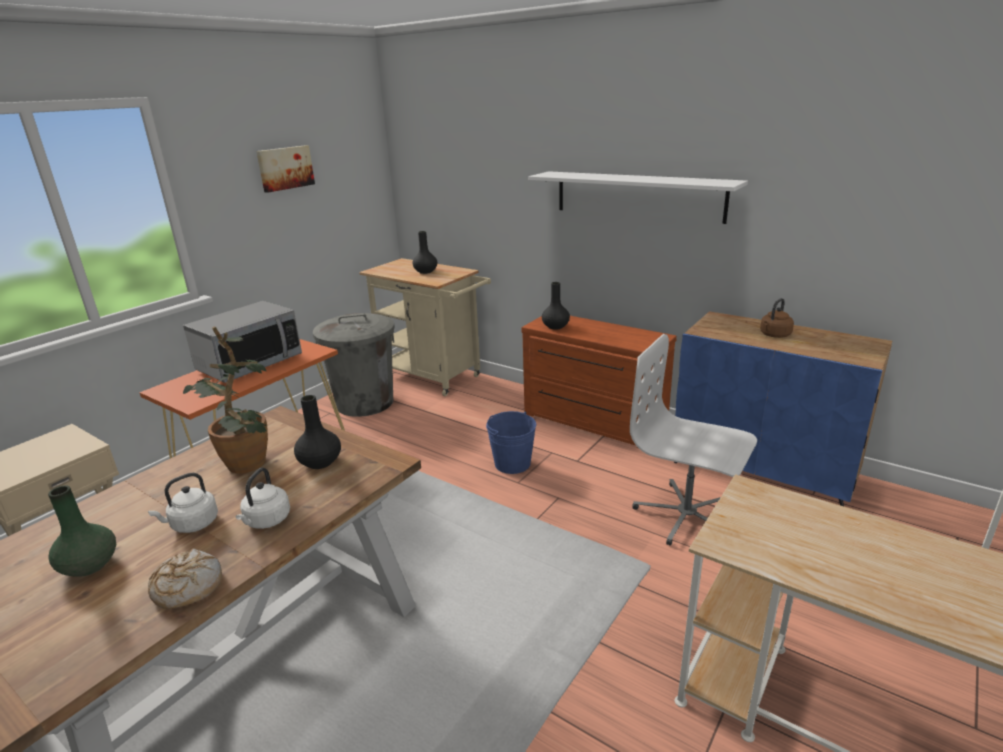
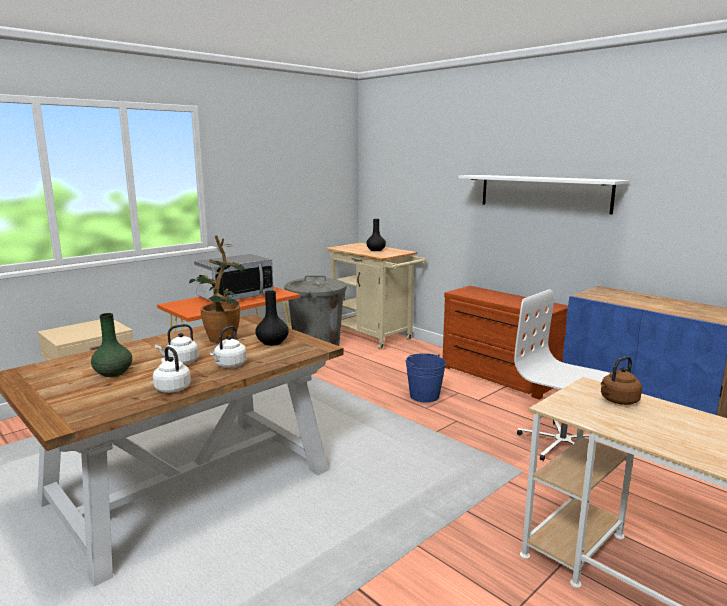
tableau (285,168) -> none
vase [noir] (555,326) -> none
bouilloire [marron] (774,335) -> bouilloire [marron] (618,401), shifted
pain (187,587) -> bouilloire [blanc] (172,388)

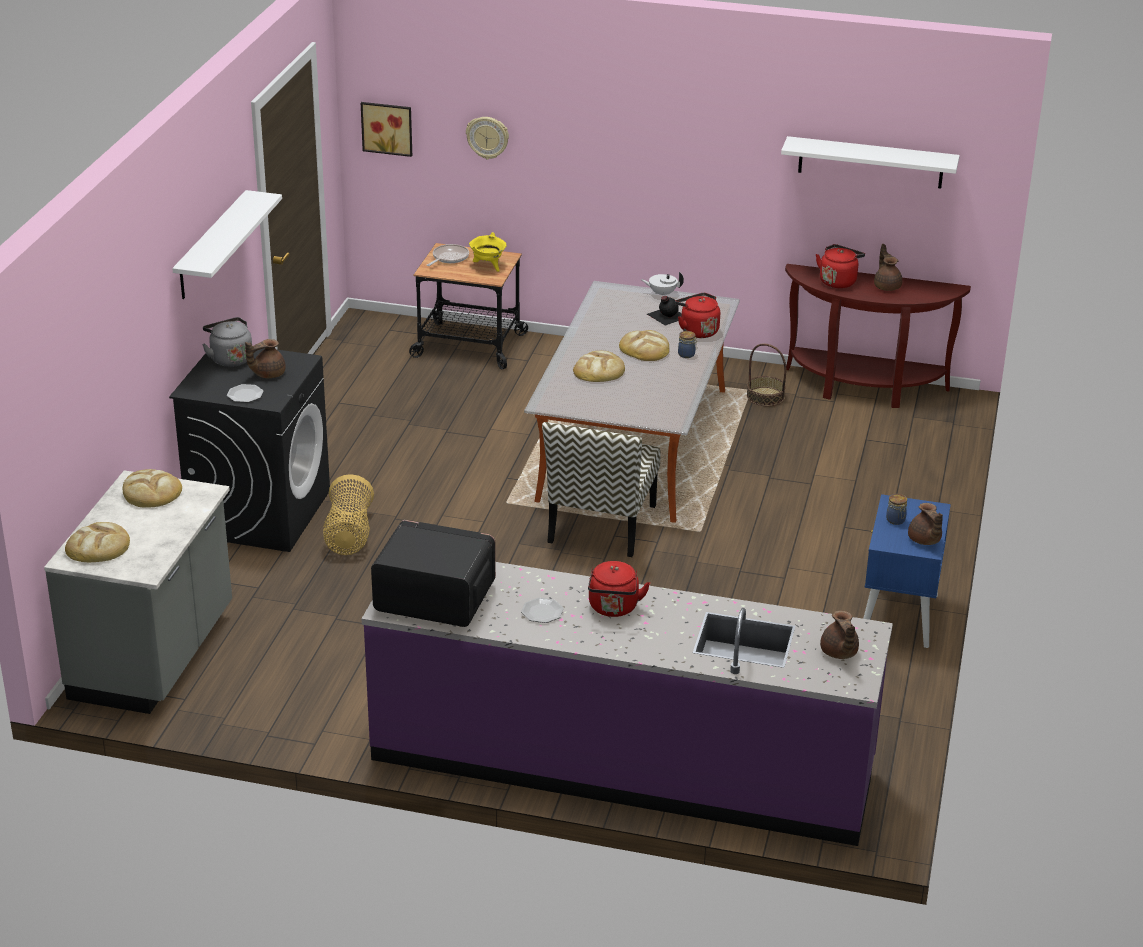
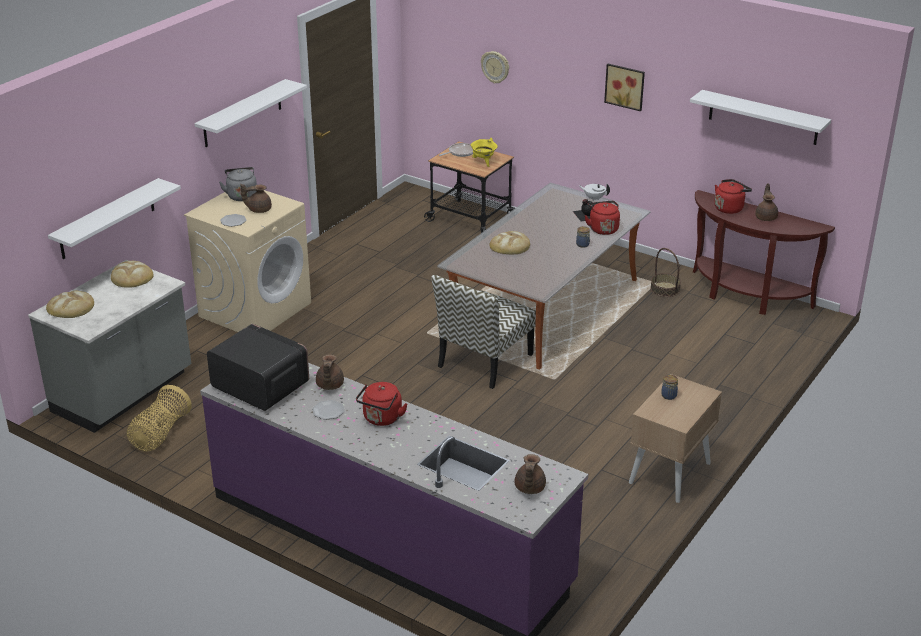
pain (645,349) -> none
none -> étagère [blanc] (107,219)
panier (348,535) -> panier (160,434), shifted
tableau (387,127) -> tableau (625,86), shifted
théière [marron] (924,540) -> théière [marron] (329,385), shifted
lave-linge [noir] (259,512) -> lave-linge [beige] (255,309)
table de chevet [bleu] (899,616) -> table de chevet [beige] (670,473)

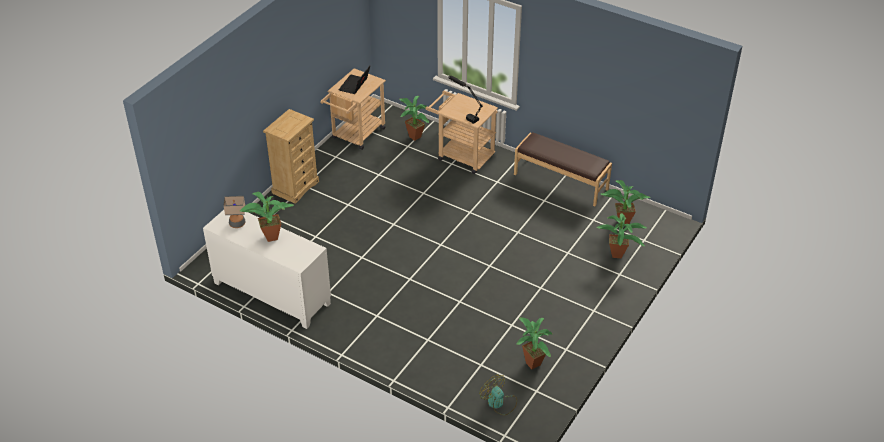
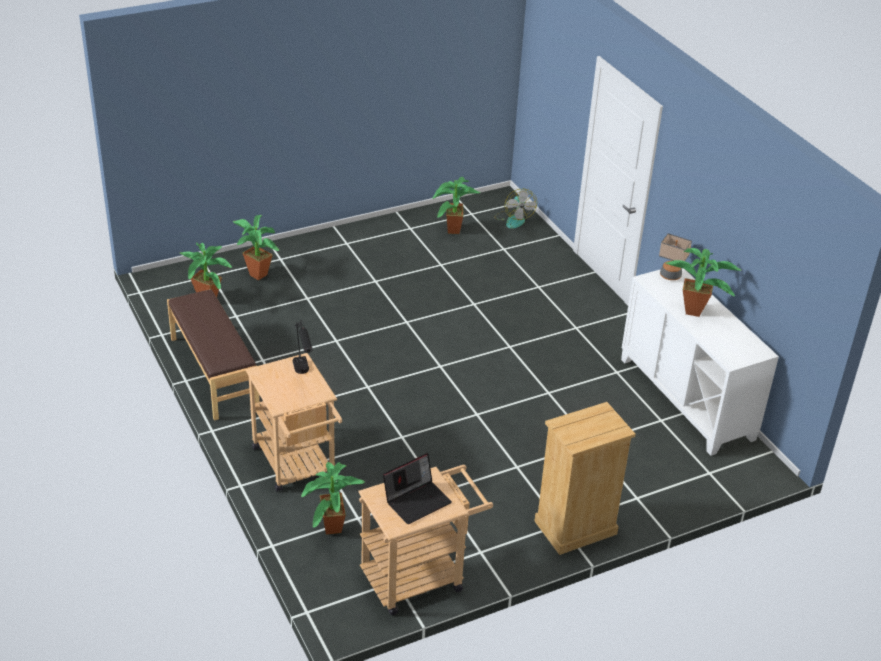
lampe de table (237,223) -> lampe de table (670,275), shifted

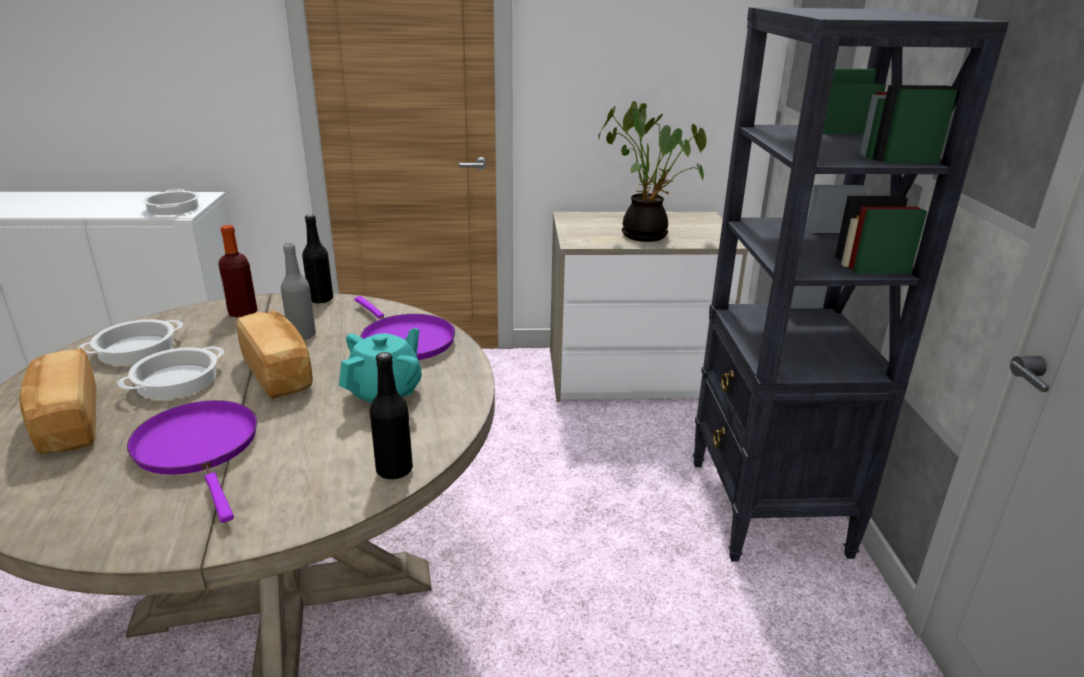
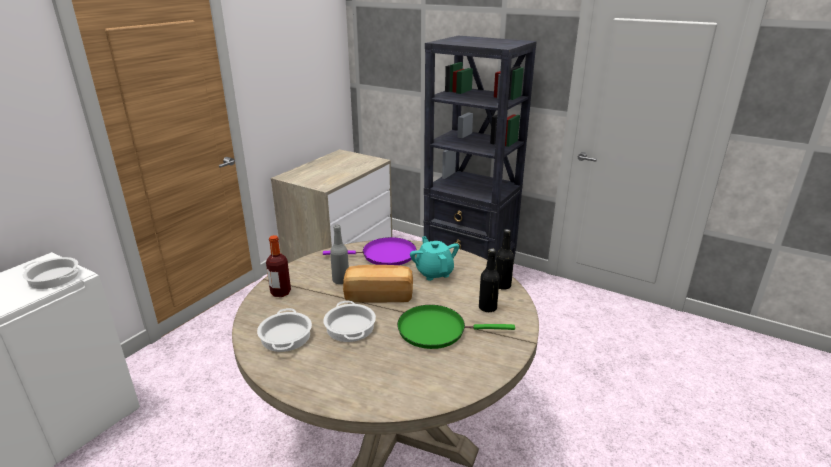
pain (66,423) -> none
plante en pot (646,234) -> none
bouteille [noir] (321,299) -> bouteille [noir] (487,308), shifted
poêle [violet] (199,448) -> poêle [vert] (436,330)

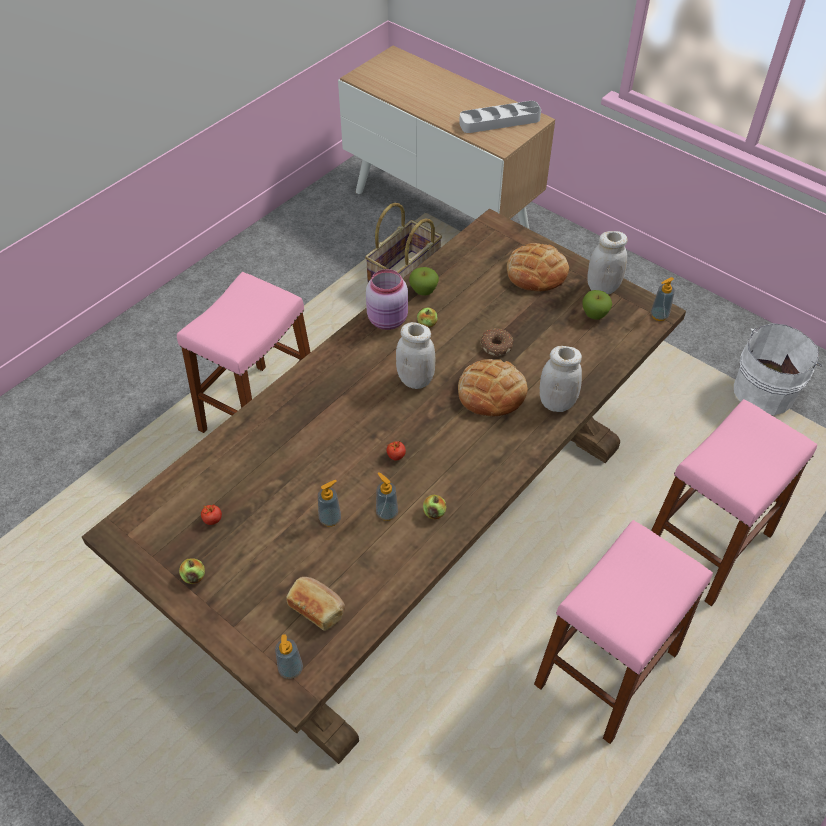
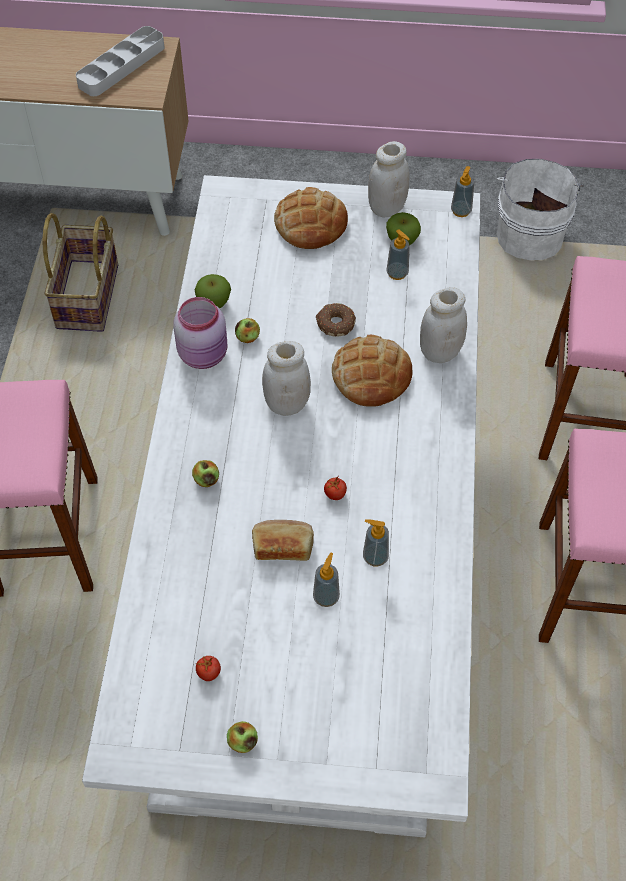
distributeur de savon (290,669) -> distributeur de savon (397,273), shifted
pain (317,608) -> pain (283,546), shifted
pomme (434,513) -> pomme (206,480), shifted
table à manger [marron] (412,528) -> table à manger [blanc] (311,563)

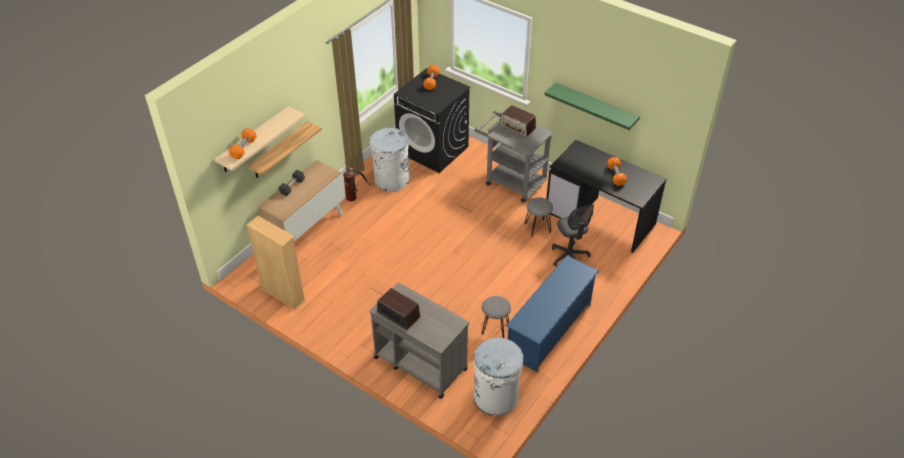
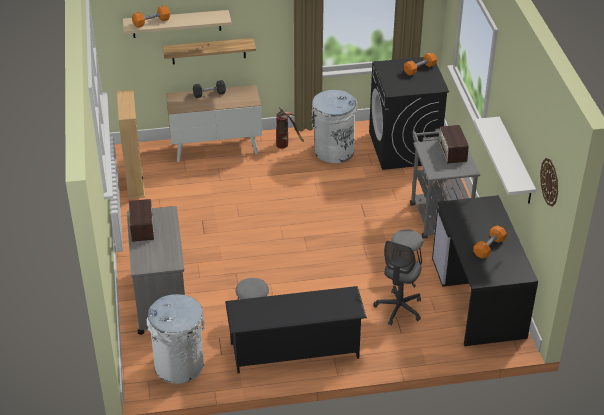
none -> horloge murale (550,182)
étagère à chaussures [bleu] (549,330) -> étagère à chaussures [noir] (295,350)
étagère [vert] (595,107) -> étagère [blanc] (515,161)

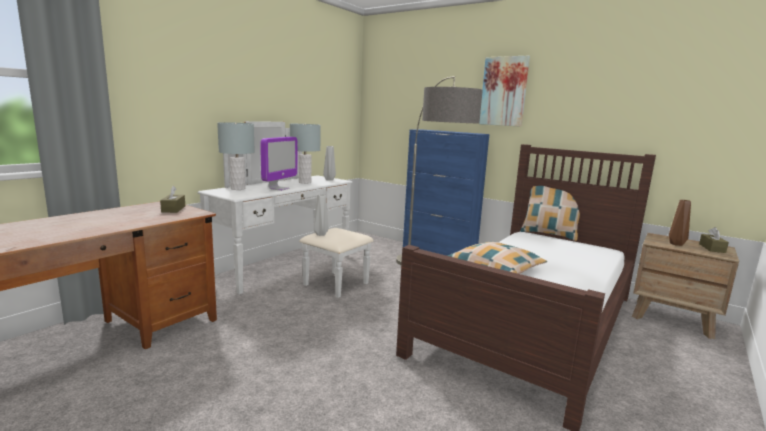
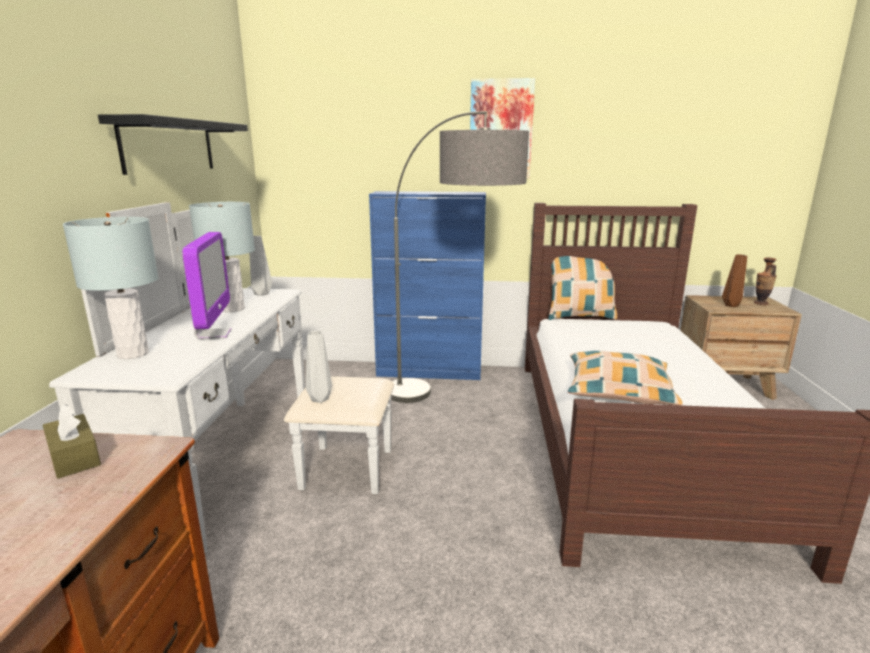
none -> étagère [noir] (169,146)
boîte à mouchoirs [marron] (712,248) -> vase (760,303)

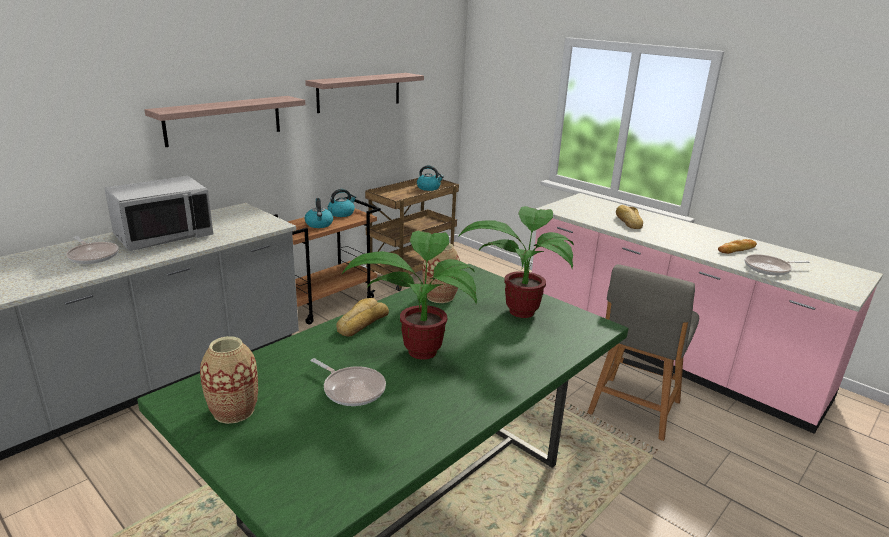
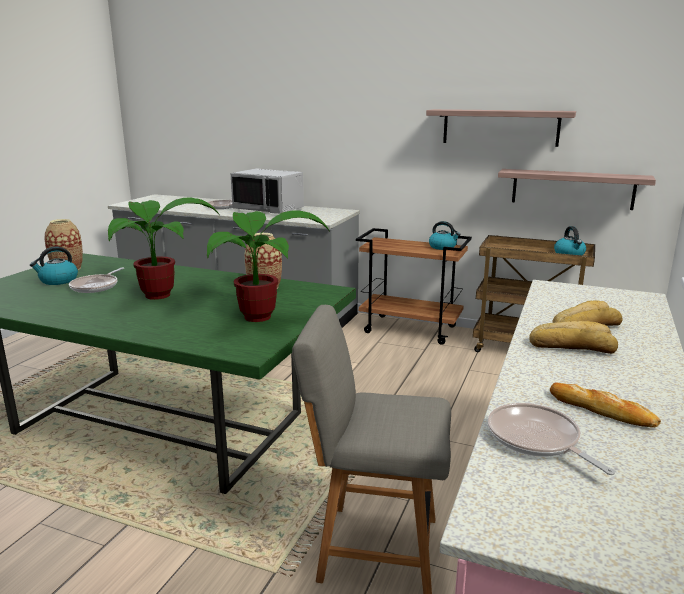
étagère (224,120) -> étagère (572,189), shifted
bouilloire (319,224) -> bouilloire (58,281), shifted
pain (361,323) -> pain (571,346), shifted

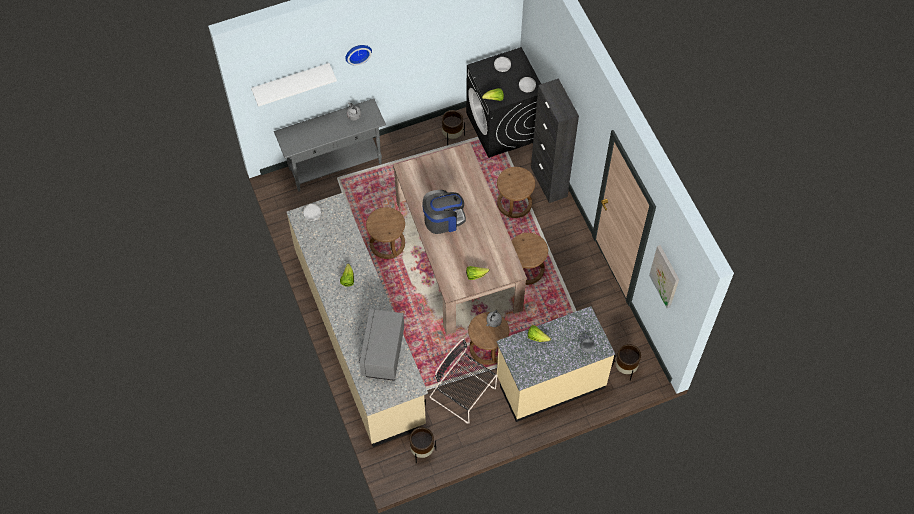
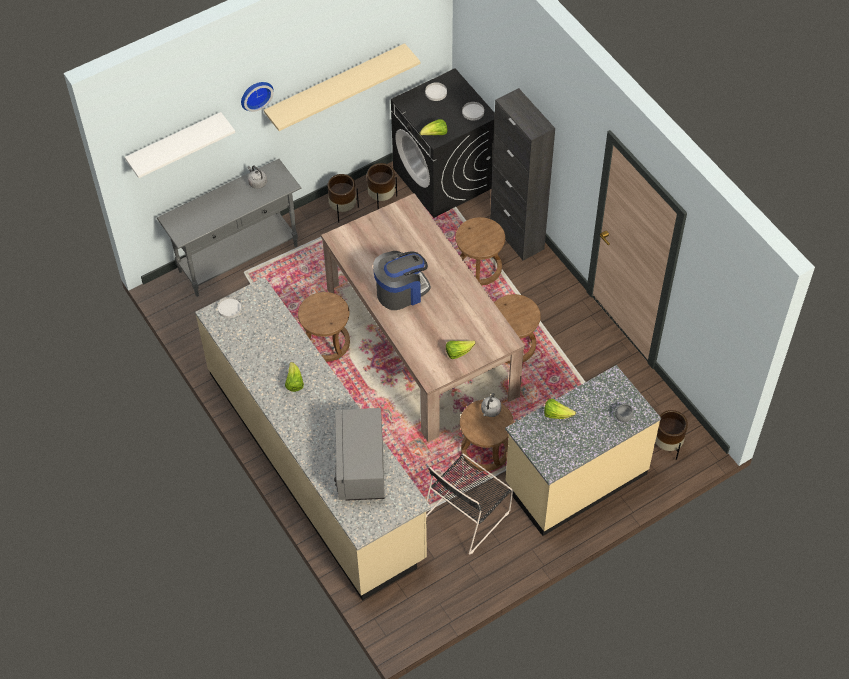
tableau (665,276) -> none
none -> étagère [beige] (336,85)
cache-pot [marron] (422,451) -> cache-pot [marron] (343,210), shifted
chaise [noir] (464,394) -> chaise [noir] (468,513), 75 degrees counterclockwise

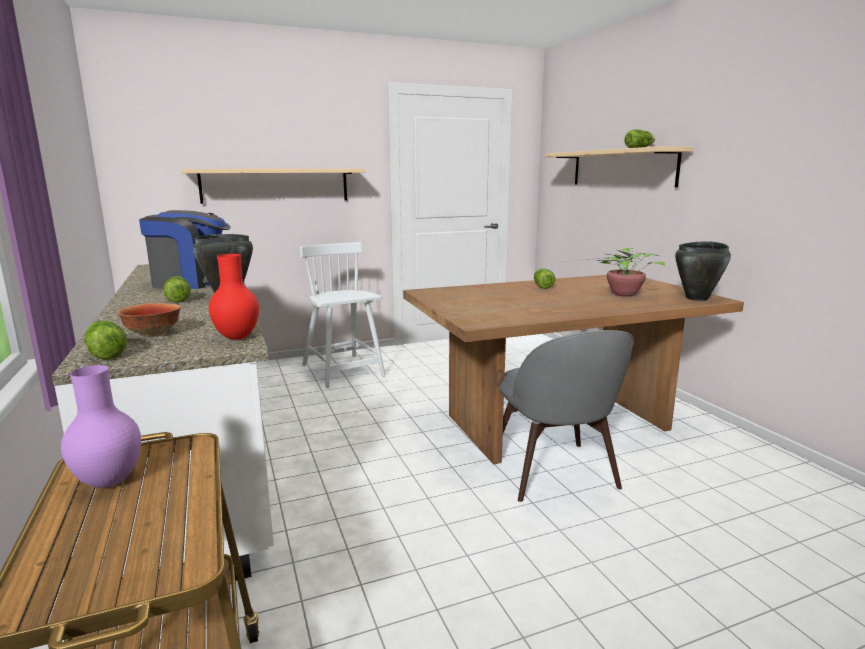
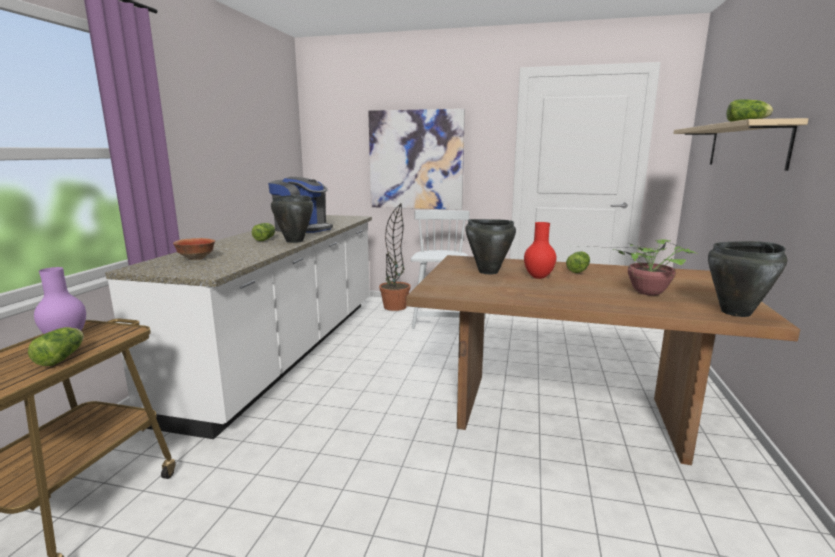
chaise [gris] (554,473) -> none
none -> plante en pot (395,307)
none -> marmite [noir] (488,272)
laitue (107,353) -> laitue (63,357), shifted
vase [rouge] (238,337) -> vase [rouge] (539,277), shifted
étagère [beige] (275,185) -> tableau (416,160)

